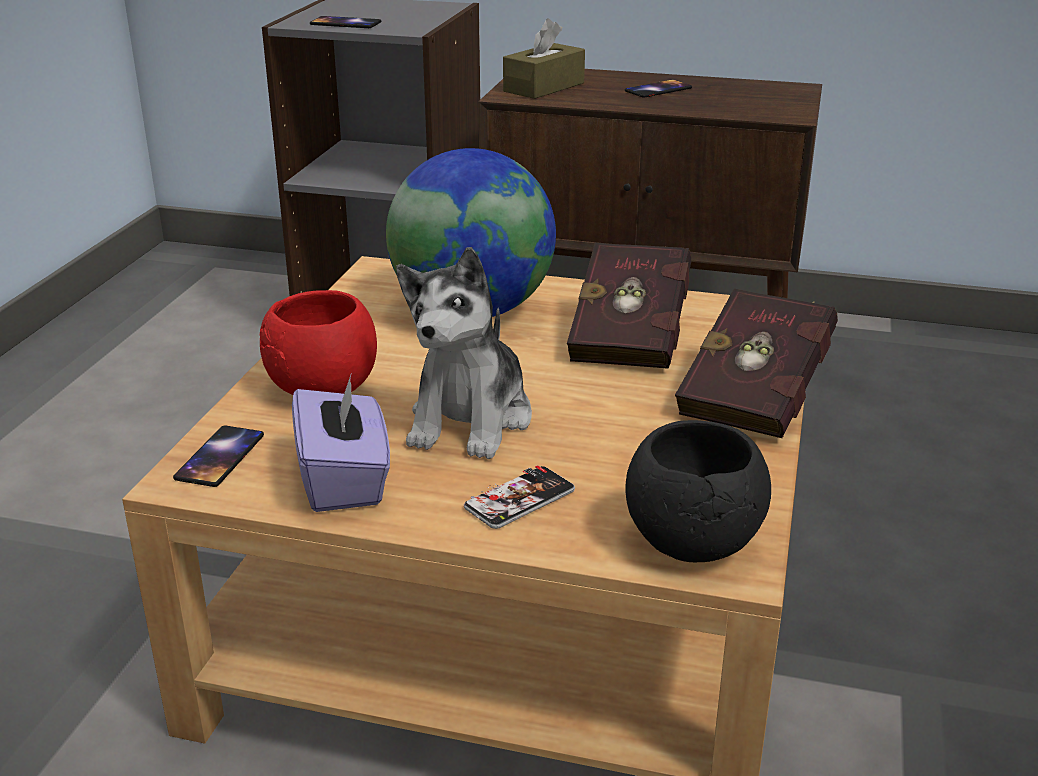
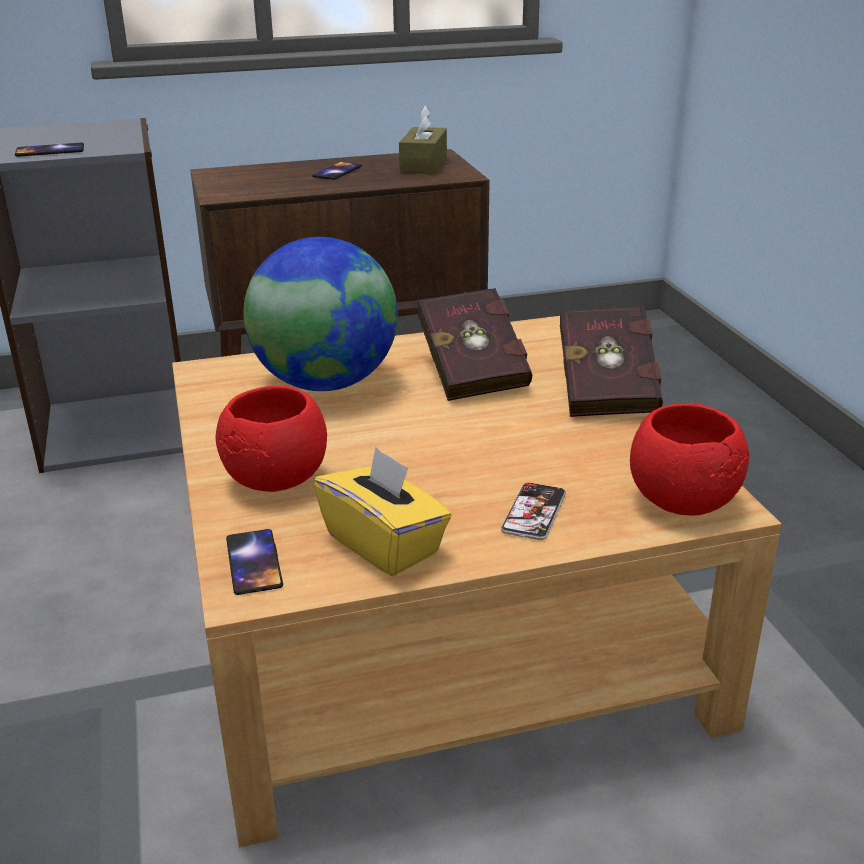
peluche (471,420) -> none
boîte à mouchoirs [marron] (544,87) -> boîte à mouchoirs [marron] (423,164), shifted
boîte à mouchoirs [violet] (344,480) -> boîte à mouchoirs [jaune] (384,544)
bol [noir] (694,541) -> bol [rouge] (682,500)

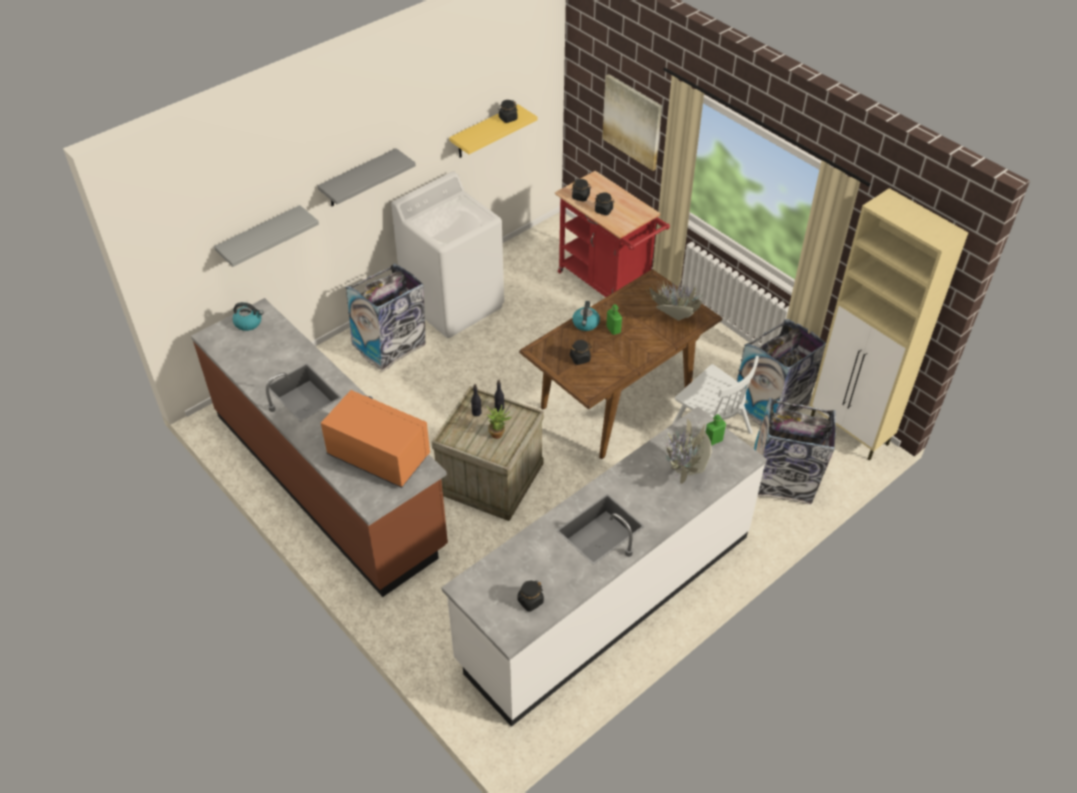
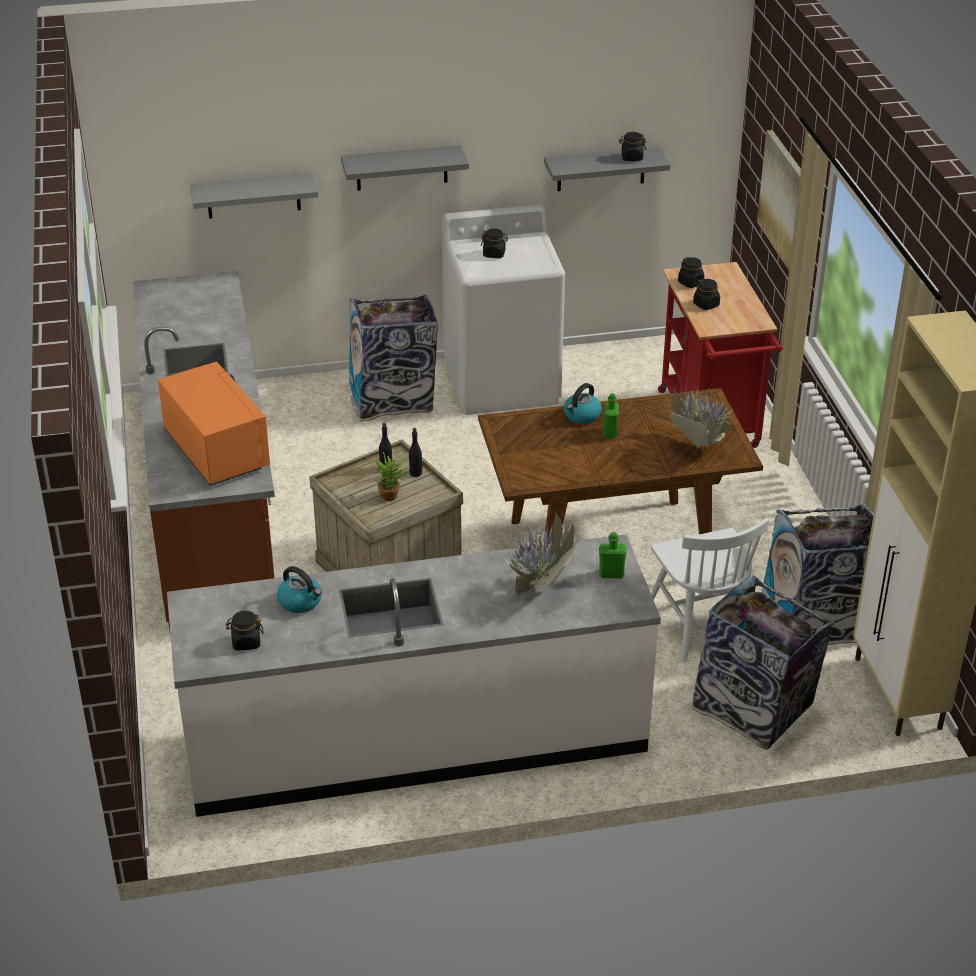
bouilloire (249,323) -> bouilloire (301,602), shifted
bocal [noir] (580,358) -> bocal [noir] (494,254), shifted
étagère [jaune] (484,132) -> étagère [gris] (601,169)

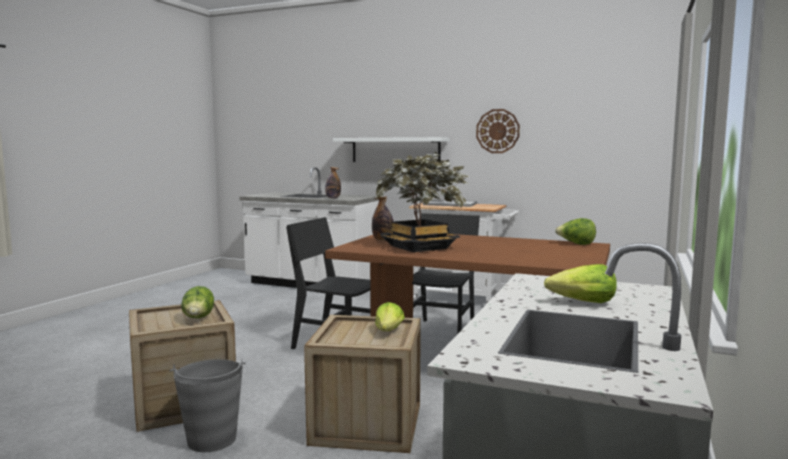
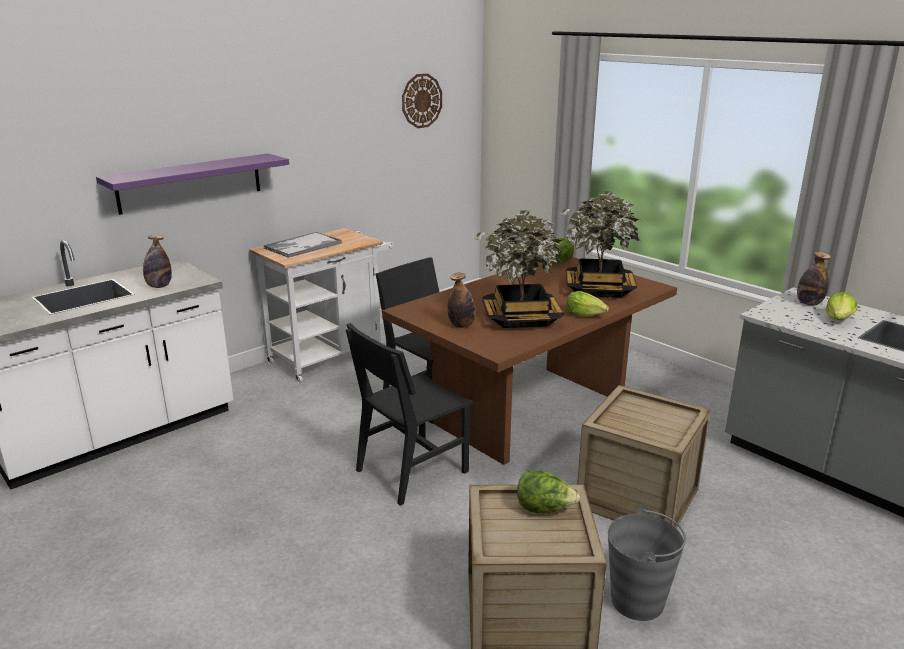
none -> plante en pot (598,289)
none -> bouteille (809,303)
laitue (389,331) -> laitue (584,315), shifted
horloge murale (497,131) -> horloge murale (421,101), shifted
étagère [blanc] (395,150) -> étagère [violet] (190,183)

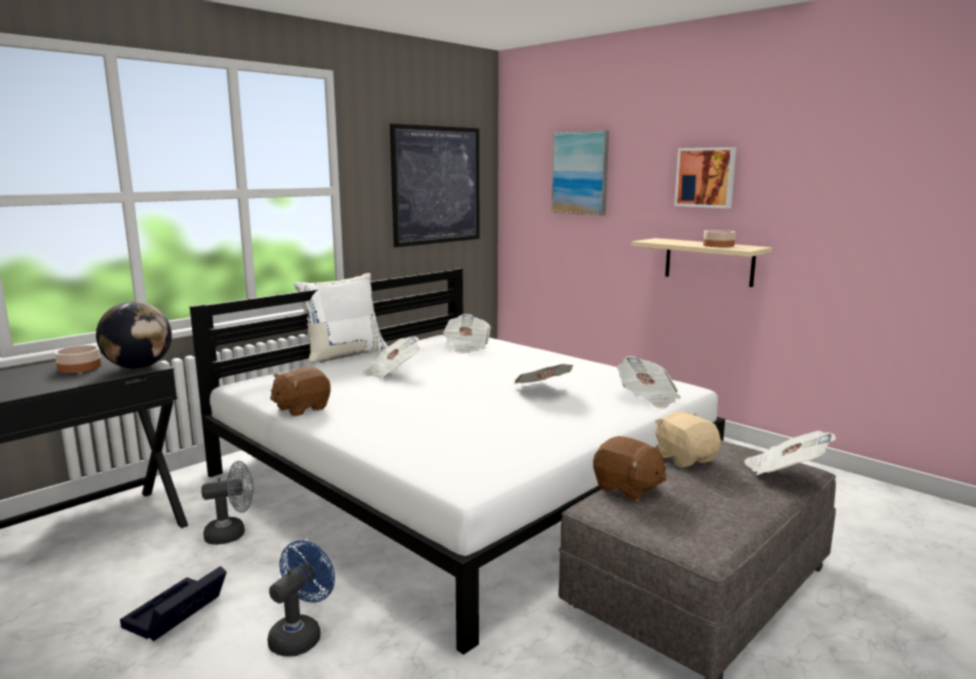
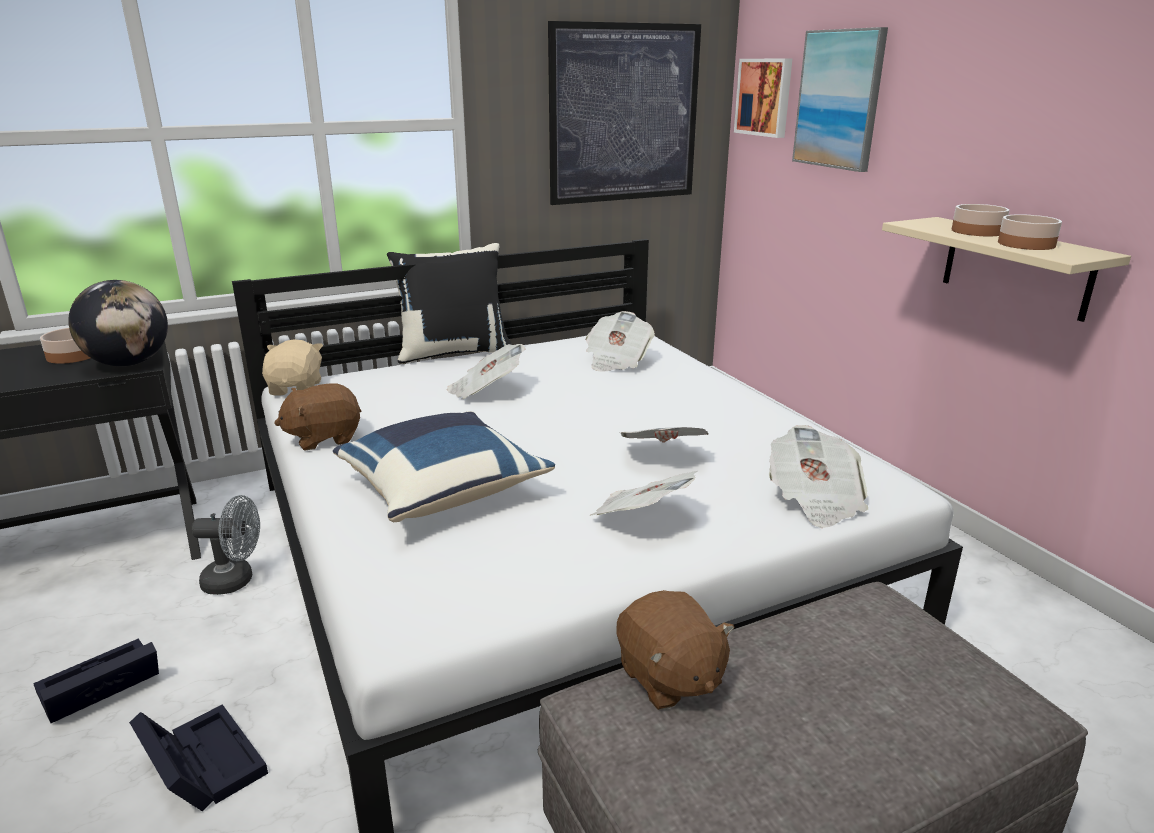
none -> coussin [bleu] (442,490)
none -> bol (976,231)
peluche [beige] (685,458) -> peluche [beige] (296,388), shifted
tableau (706,177) -> tableau (765,97), shifted
journal (784,472) -> journal (641,518), shifted
ventilateur [bleu] (300,635) -> boîte de rangement [noir] (201,763)
coussin [blanc] (344,354) -> coussin [noir] (454,352)

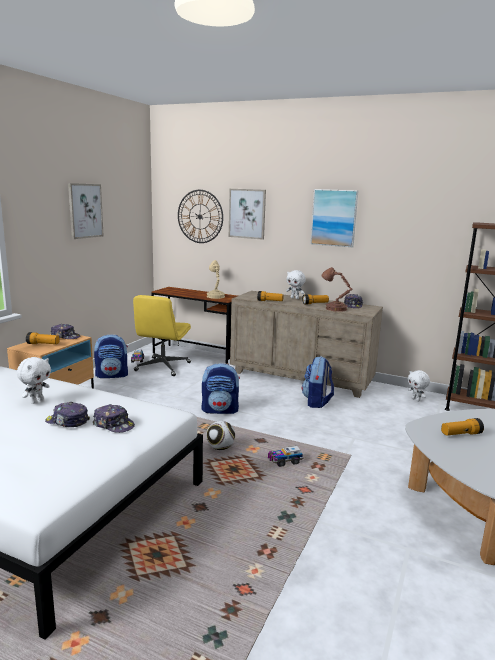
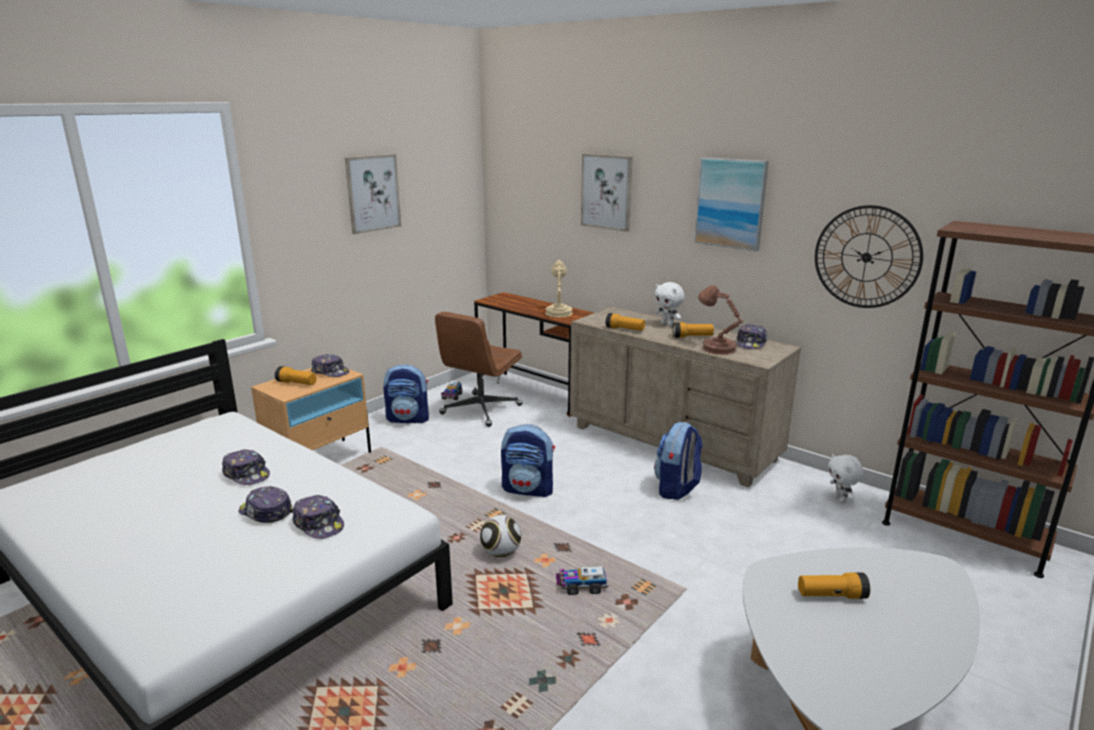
horloge murale (200,216) -> horloge murale (866,257), shifted
peluche [blanc] (36,401) -> casquette (246,474)
chaise de bureau [jaune] (163,367) -> chaise de bureau [marron] (481,410)

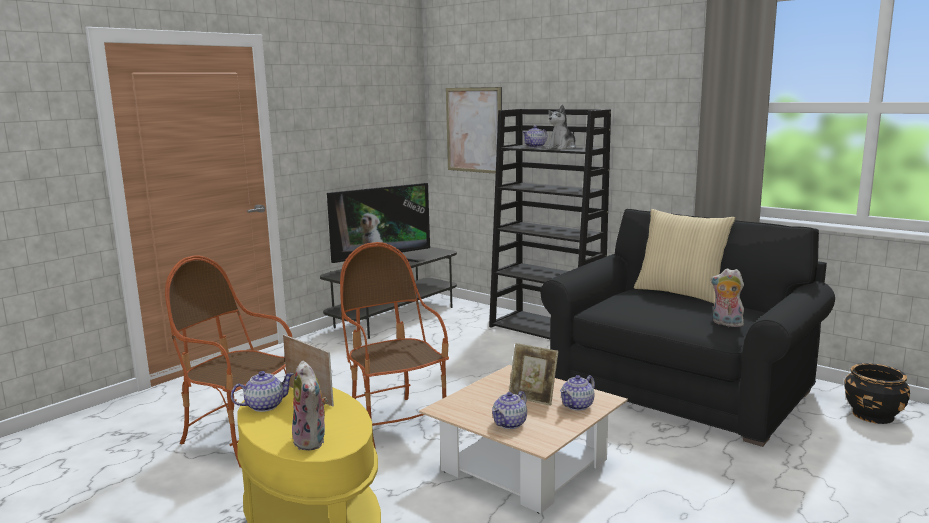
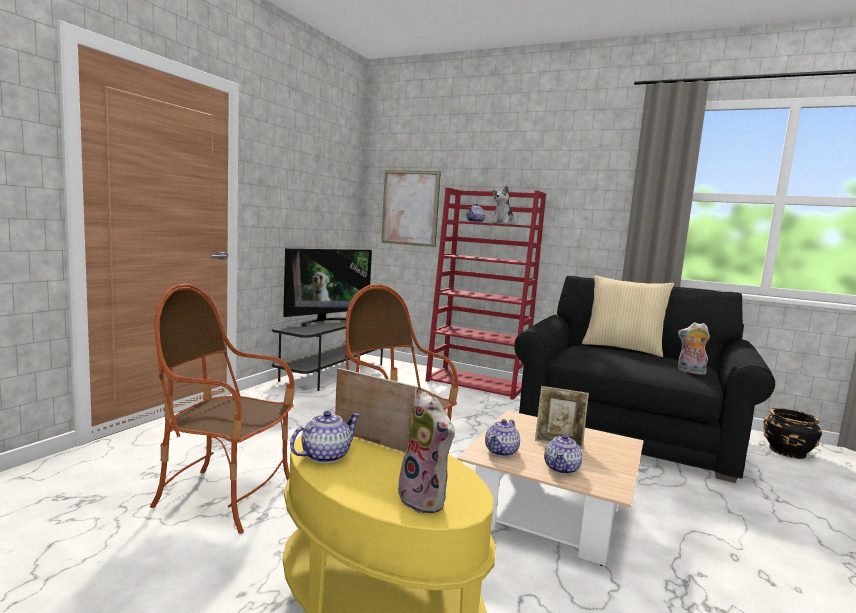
théière (578,405) -> théière (502,451), shifted
bibliothèque [noir] (547,329) -> bibliothèque [rouge] (477,384)

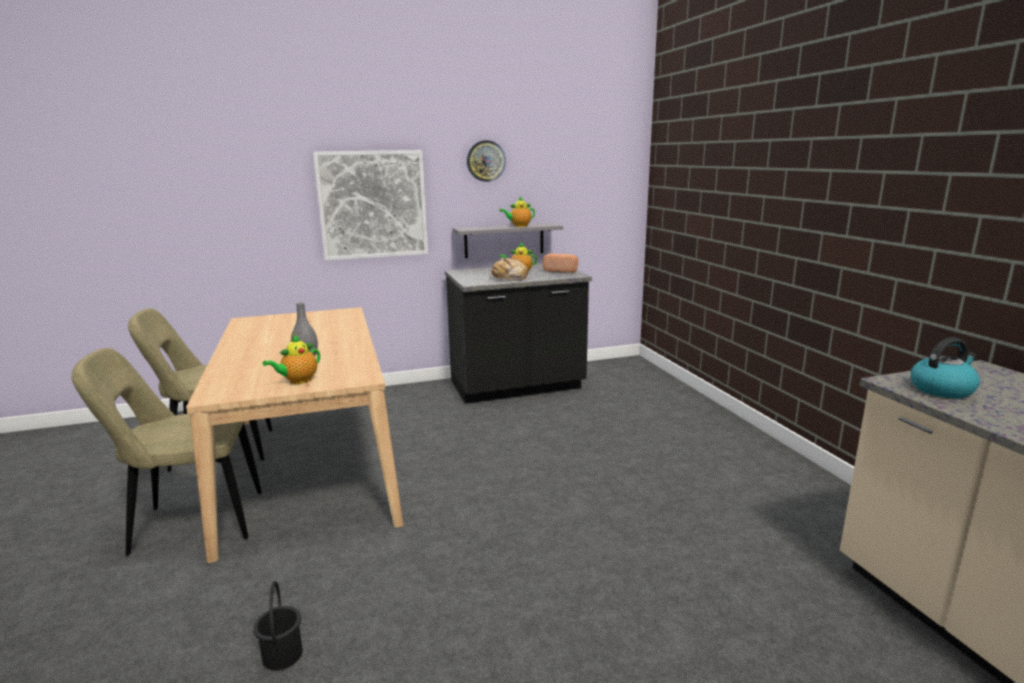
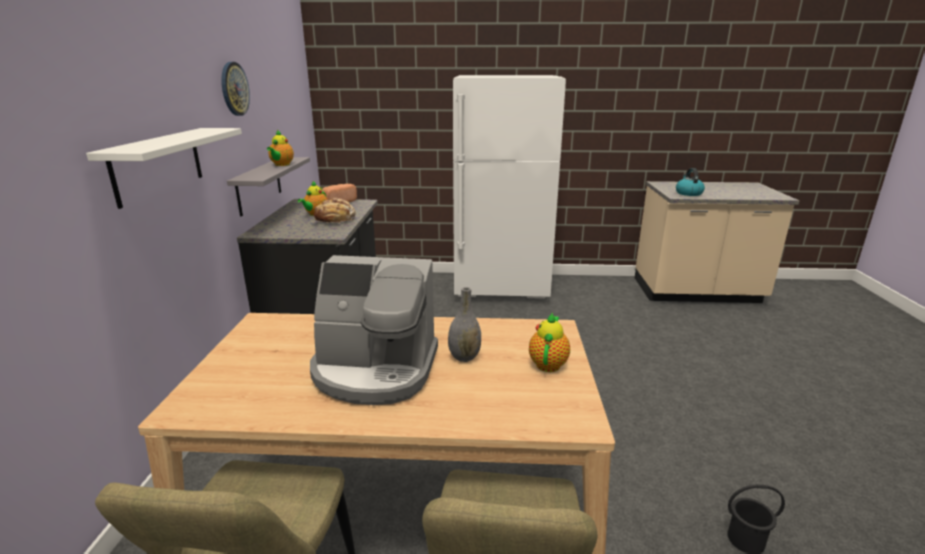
none -> machine à café (375,370)
none -> réfrigérateur [blanc] (501,289)
tableau (373,205) -> étagère [blanc] (158,165)
théière (298,381) -> théière (548,363), 135 degrees counterclockwise

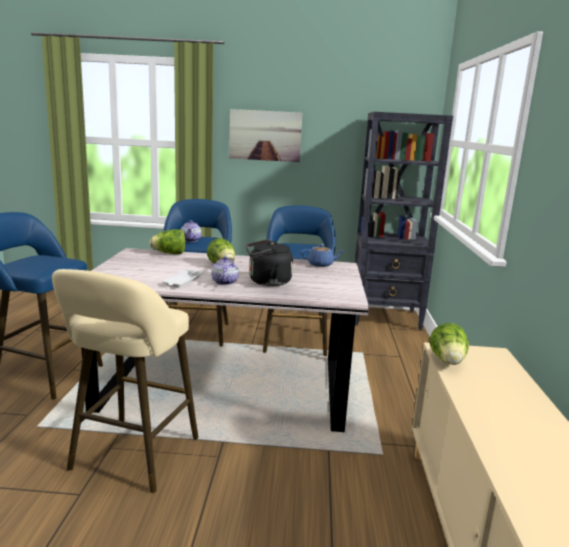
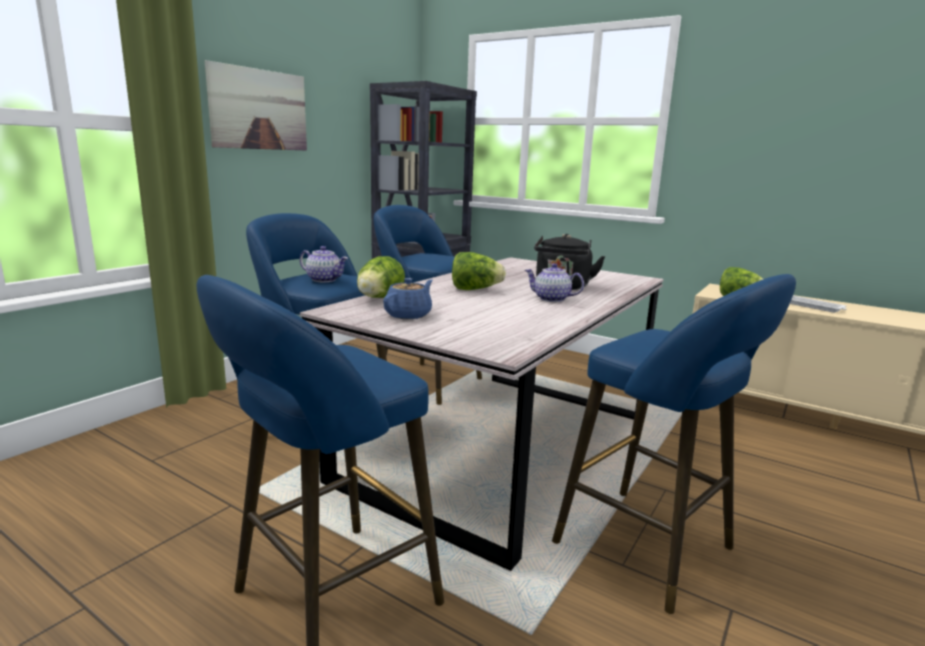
plateau [blanc] (183,281) -> plateau [blanc] (814,307), shifted
théière [bleu] (321,264) -> théière [bleu] (409,315), shifted
tabouret [beige] (131,457) -> tabouret [bleu] (652,550)

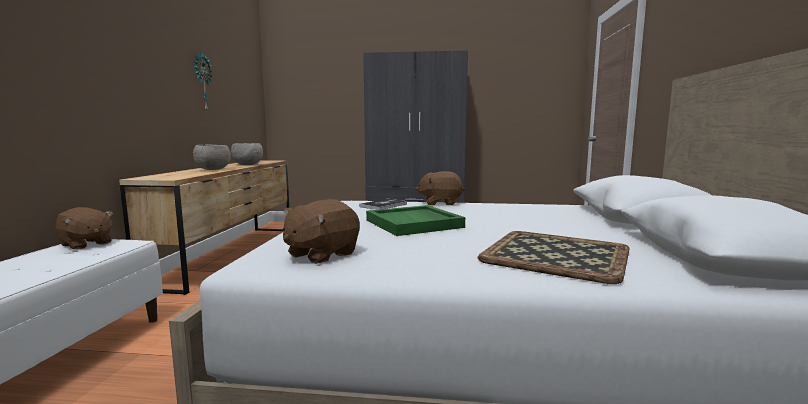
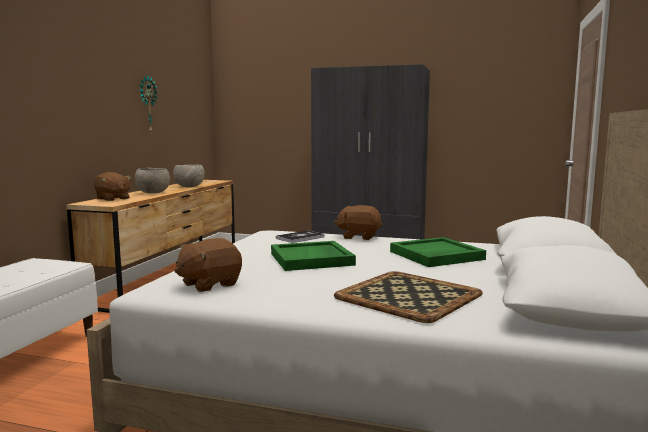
none -> plateau [vert] (436,255)
peluche [marron] (86,244) -> peluche [marron] (112,199), shifted

